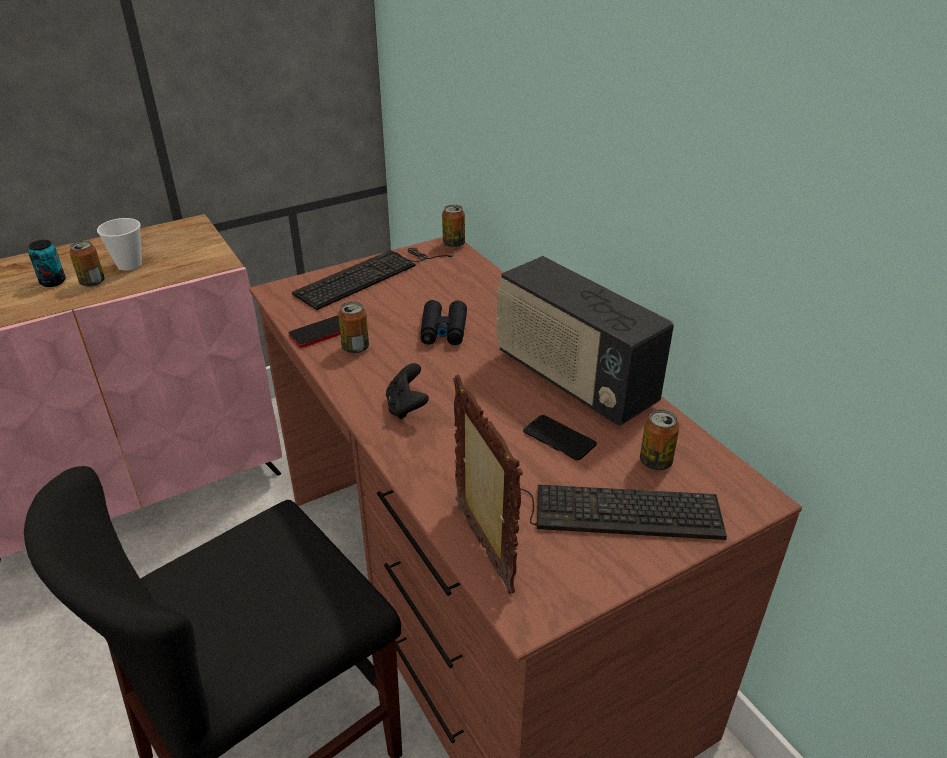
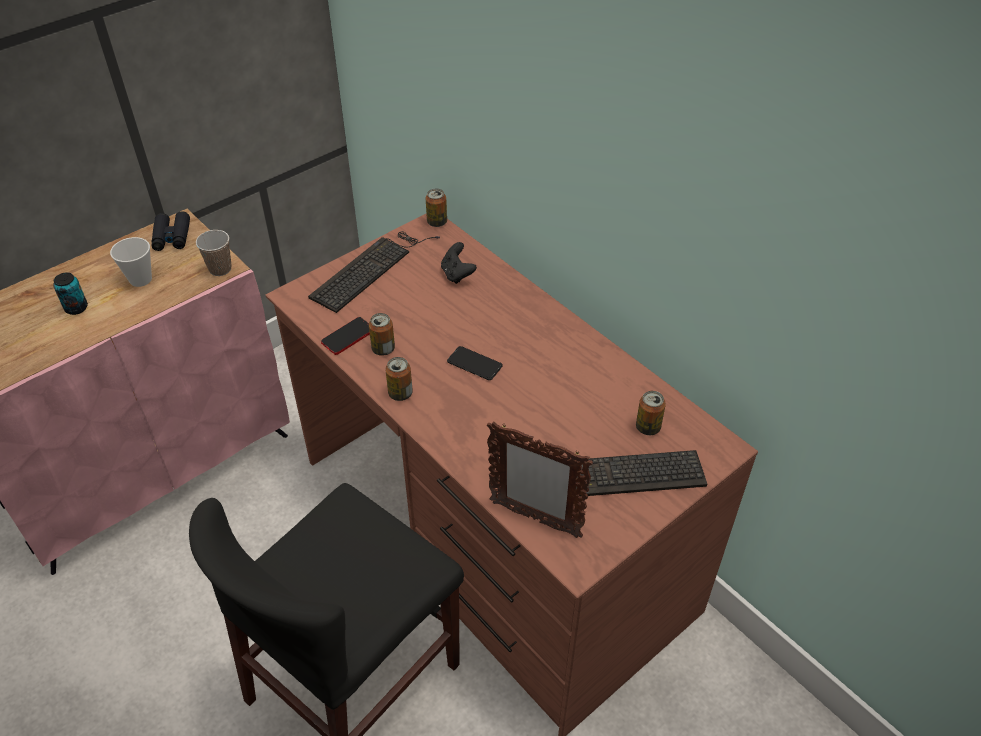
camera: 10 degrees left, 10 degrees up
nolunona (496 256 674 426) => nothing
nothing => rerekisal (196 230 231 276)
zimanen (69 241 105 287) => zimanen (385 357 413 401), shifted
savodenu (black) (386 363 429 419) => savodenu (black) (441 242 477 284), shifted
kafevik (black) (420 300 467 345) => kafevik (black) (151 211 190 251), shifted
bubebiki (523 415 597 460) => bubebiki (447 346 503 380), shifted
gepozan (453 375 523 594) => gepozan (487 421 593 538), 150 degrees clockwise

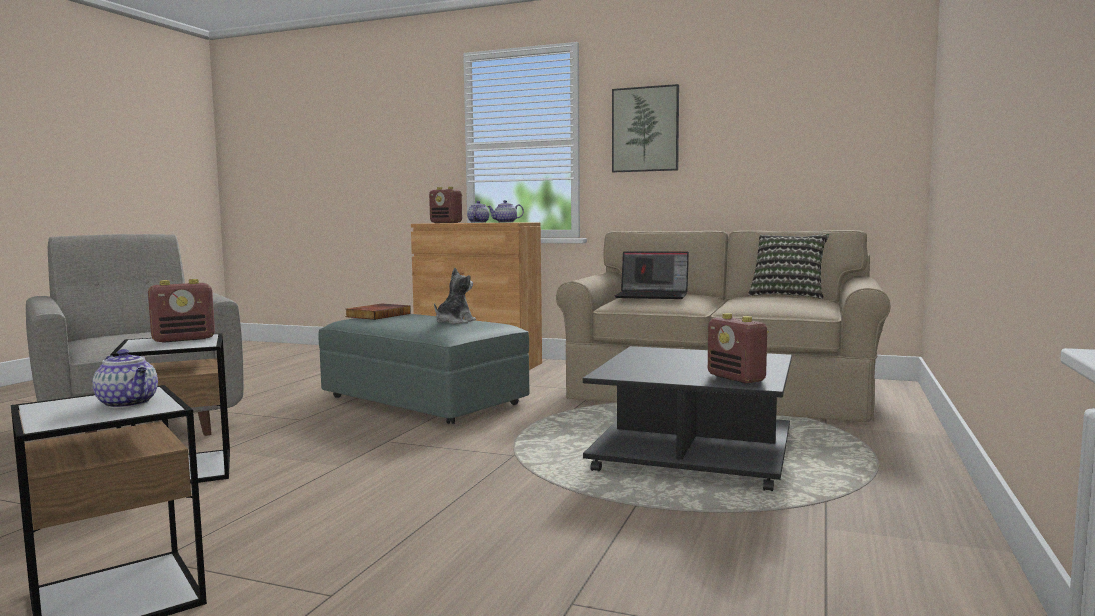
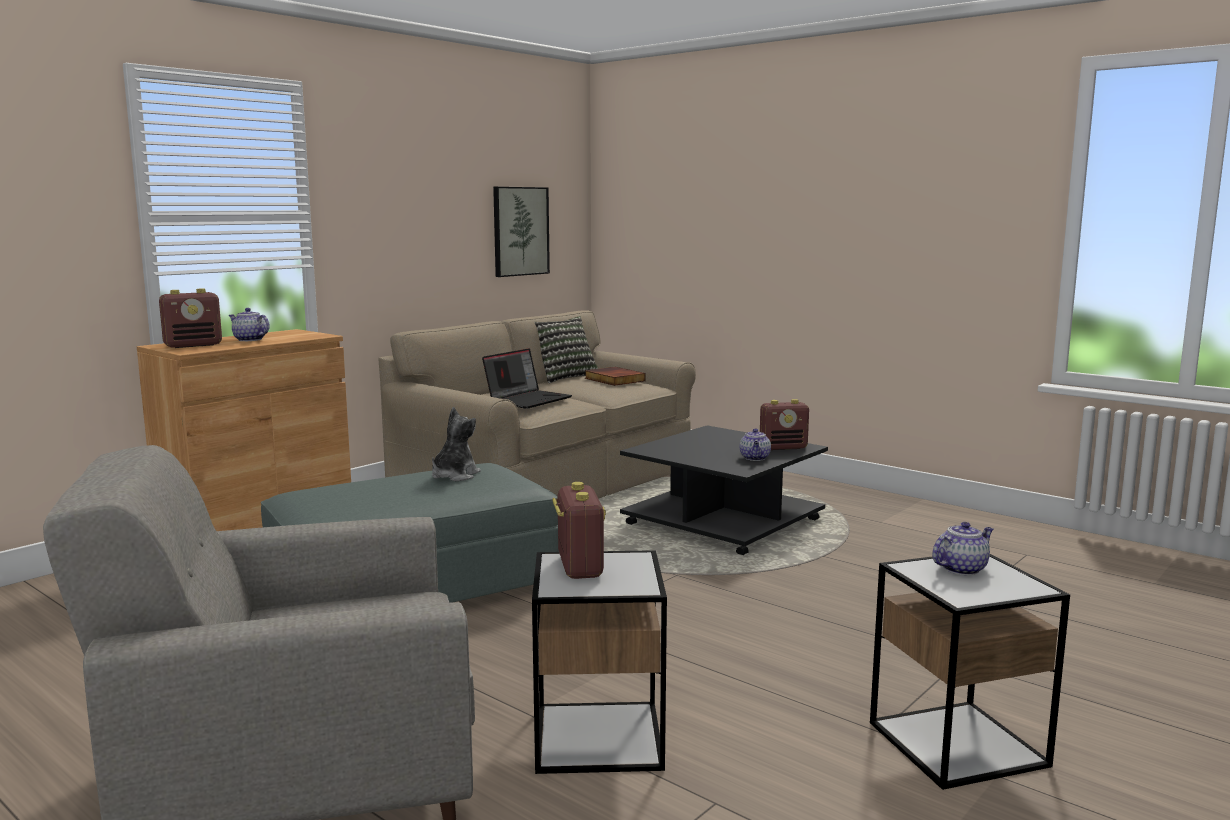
camera: 70 degrees left, 5 degrees up
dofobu (345 304 411 320) => dofobu (585 367 646 386), shifted
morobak (487 200 524 223) => morobak (739 429 771 461), shifted
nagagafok (612 84 679 173) => nagagafok (493 187 550 277), shifted
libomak (434 268 476 324) => libomak (432 407 481 481), 60 degrees clockwise

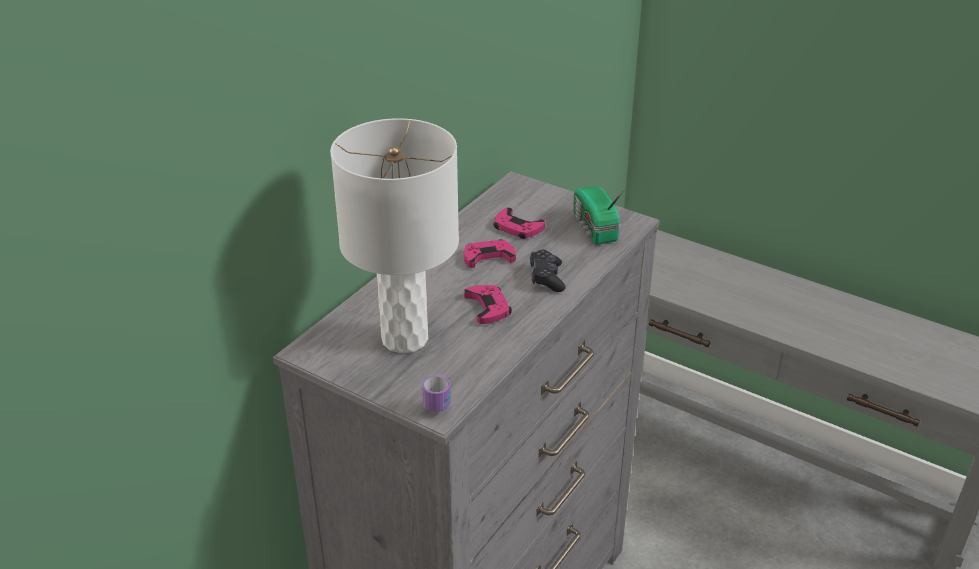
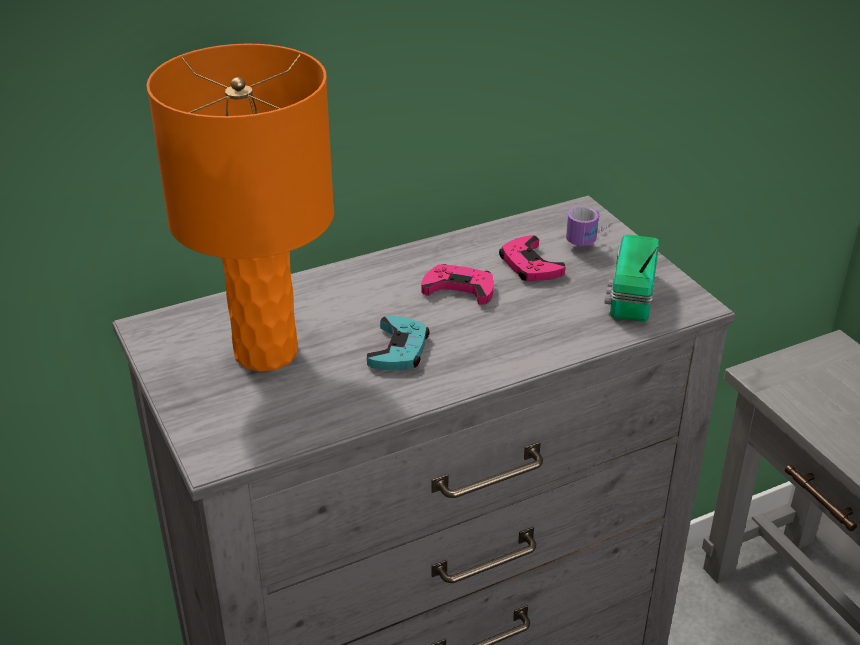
camera: 30 degrees right, 0 degrees up
savodenu (black) (530 250 566 292) => nothing
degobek (422 374 451 412) => degobek (566 207 612 246), shifted
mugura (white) (330 118 459 353) => mugura (orange) (146 44 334 372)
savodenu (pink) (464 285 512 324) => savodenu (turquoise) (367 316 430 370)

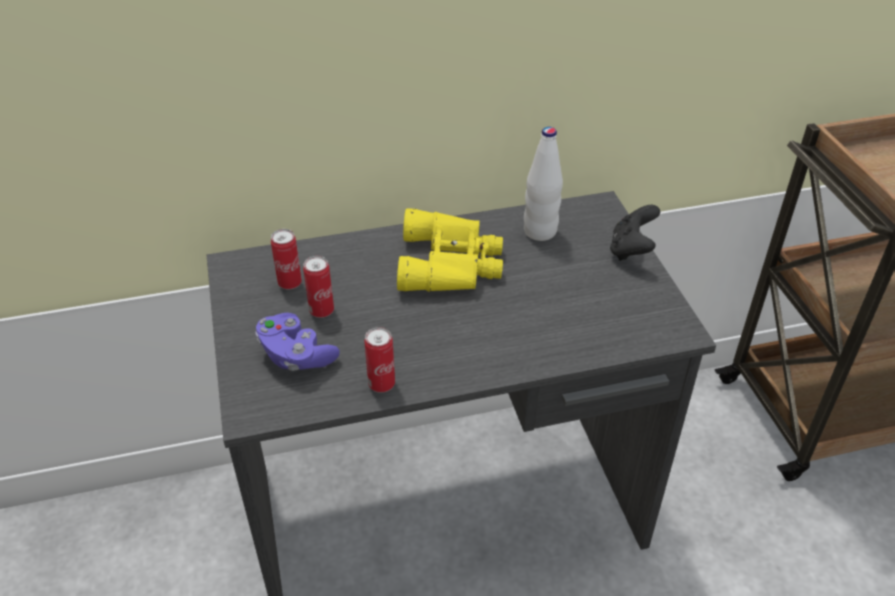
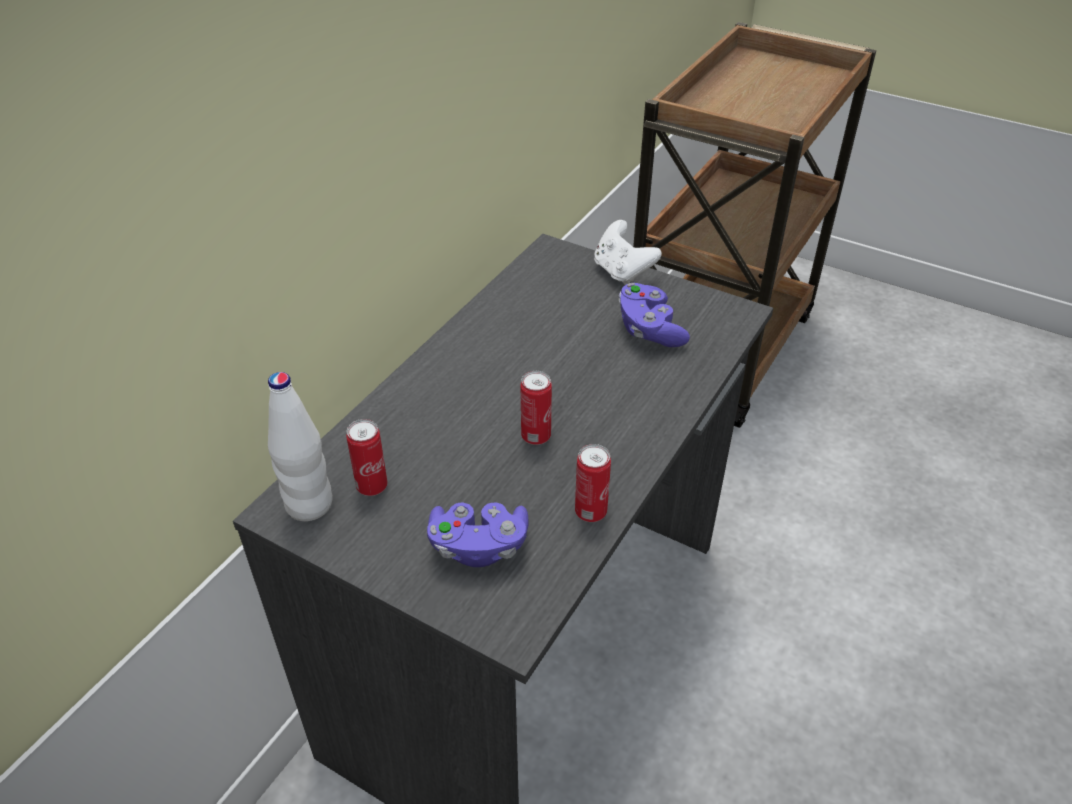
camera: 45 degrees left, 0 degrees up
kafevik (yellow) (397 208 503 292) => nothing
nothing => savodenu (purple) (619 283 690 347)
zimanen (303 256 334 318) => zimanen (521 371 552 445), shifted
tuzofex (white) (524 127 563 241) => tuzofex (white) (268 372 332 521), shifted
savodenu (black) (610 205 660 261) => savodenu (white) (594 220 662 285)

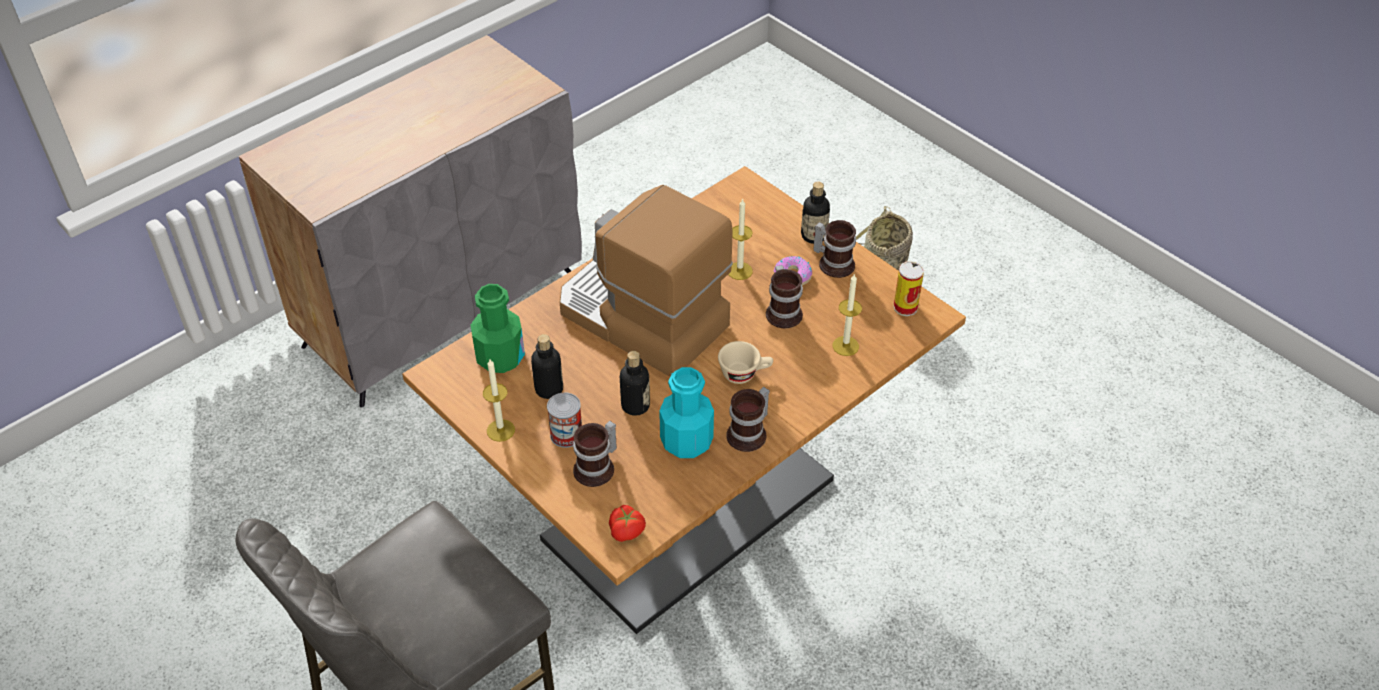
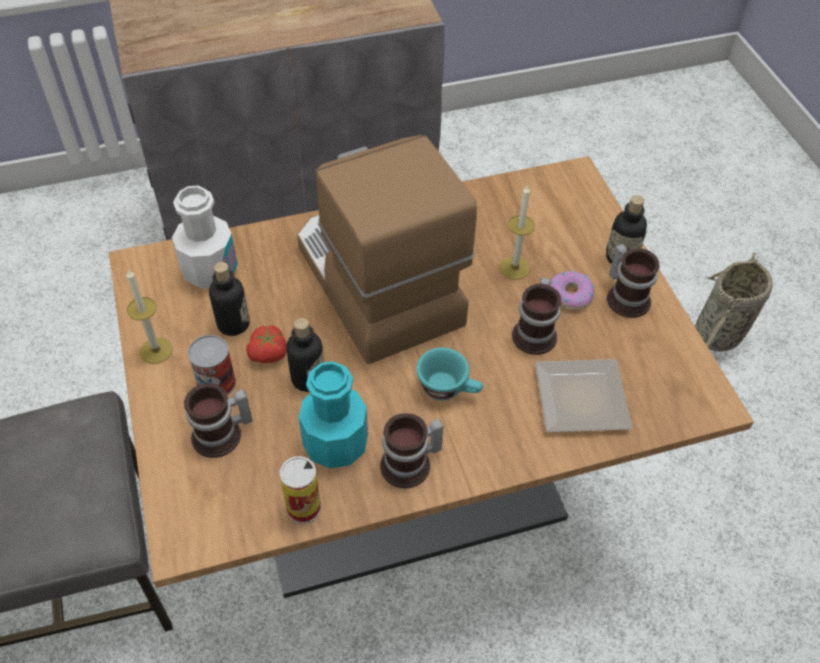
camera: 25 degrees right, 5 degrees up
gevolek (609 505 646 542) => gevolek (246 325 287 363), shifted
zimanen (893 261 924 316) => zimanen (280 456 321 524), shifted
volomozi (832 273 862 356) => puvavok (535 359 632 432)
tuzofex (green) (470 284 525 373) => tuzofex (white) (172 186 238 289)
rerekisal (beige) (718 341 773 384) => rerekisal (turquoise) (416 348 483 401)

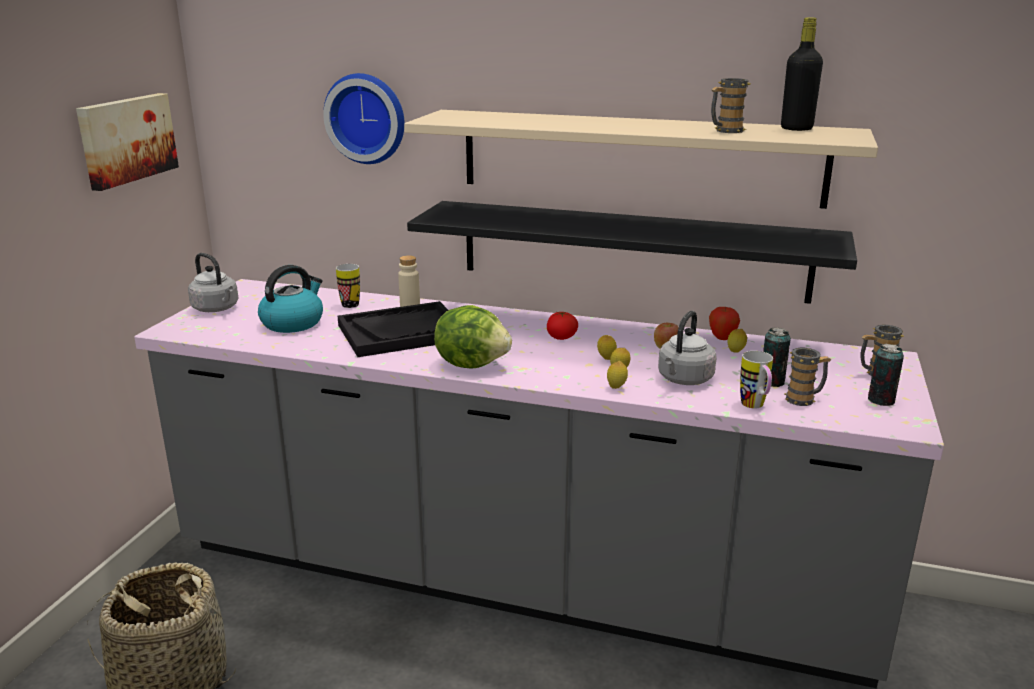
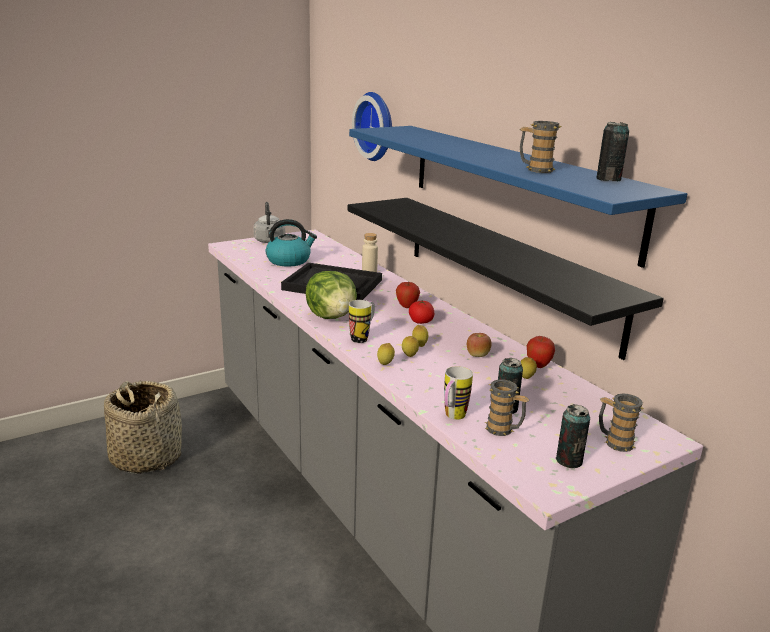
camera: 40 degrees right, 0 degrees up
nagagafok (76 93 179 191) => nothing
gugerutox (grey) (658 311 717 385) => nothing
nothing => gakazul (396 282 420 308)
degobek (336 264 360 308) => degobek (349 300 375 343), shifted
tuzofex (black) (781 17 823 131) => zimanen (596 122 629 181)
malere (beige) (404 110 878 209) => malere (blue) (349 126 687 268)

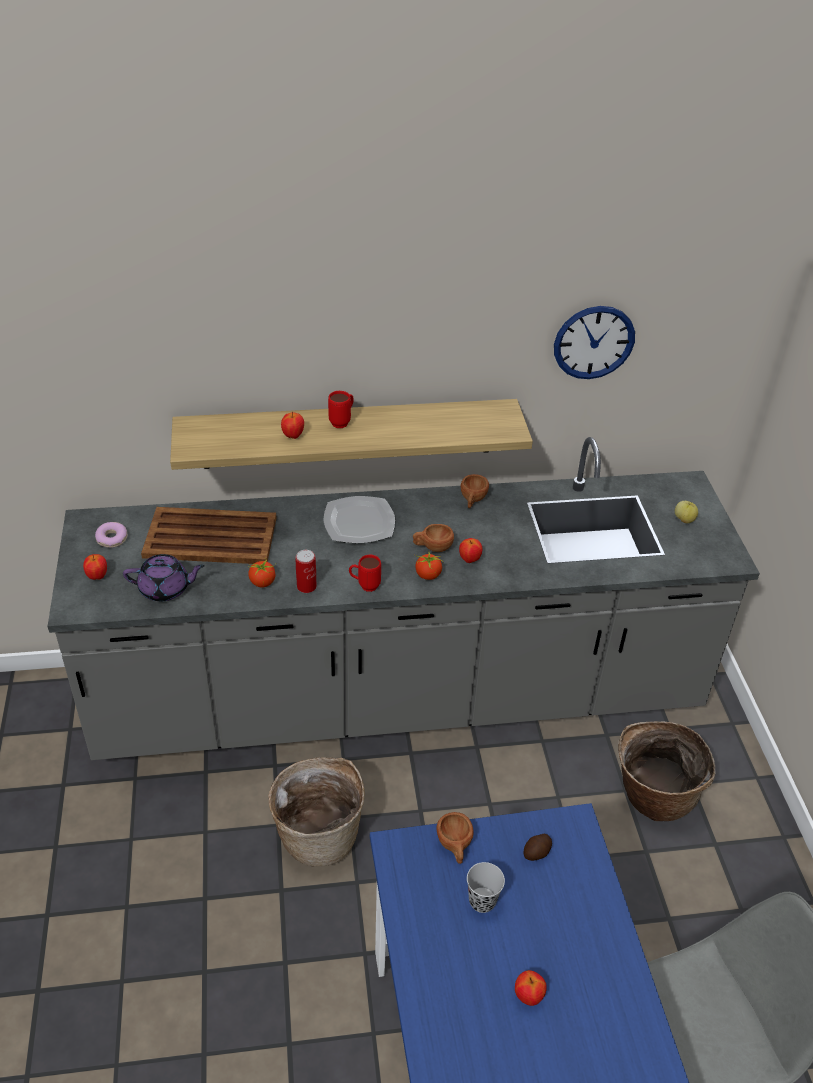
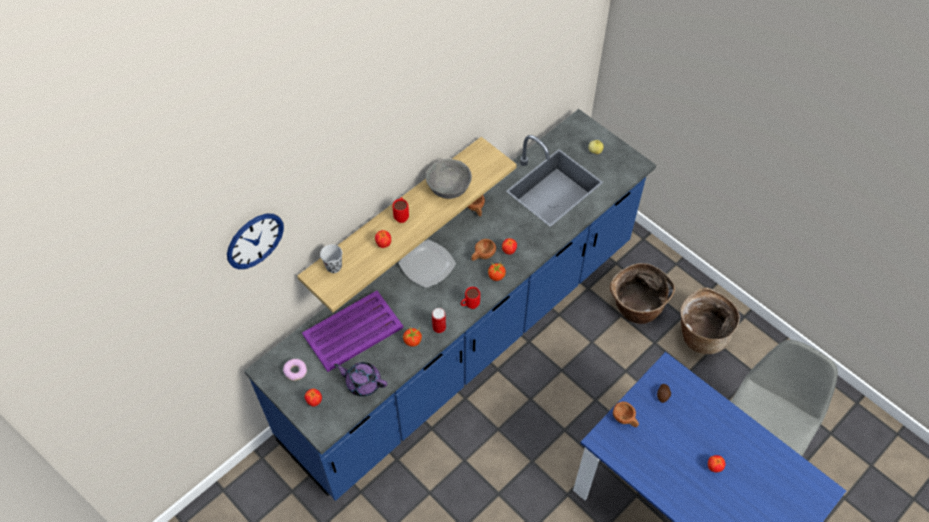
camera: 35 degrees left, 15 degrees up
nothing => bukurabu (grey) (426 159 472 199)
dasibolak (268 757 364 867) => dasibolak (681 287 740 354), shifted
rerekisal (black) (467 862 505 913) => rerekisal (black) (320 244 342 273), shifted
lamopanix (554 306 635 379) => lamopanix (227 214 284 269), shifted
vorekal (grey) (48 437 760 760) => vorekal (blue) (244 109 656 501)
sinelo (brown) (141 507 276 564) => sinelo (purple) (302 290 403 372)
morobak (purple) (123 554 205 601) => morobak (purple) (334 362 387 396), 120 degrees counterclockwise

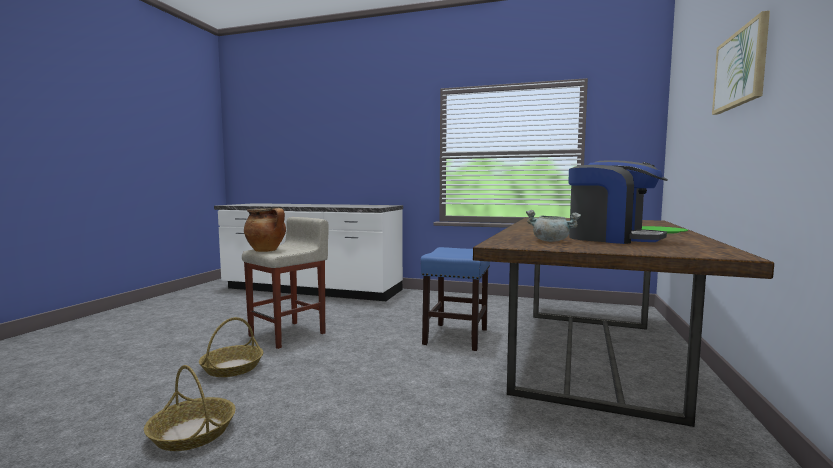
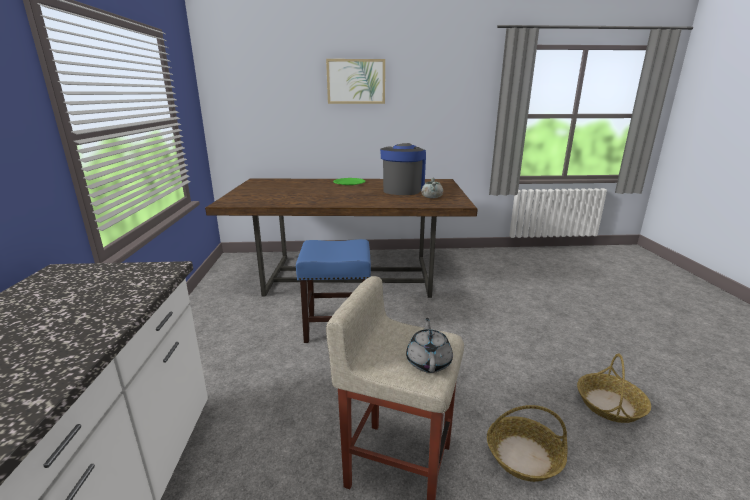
camera: 110 degrees left, 15 degrees up
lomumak (244 208 286 252) => morobak (grey) (406 318 453 373)

